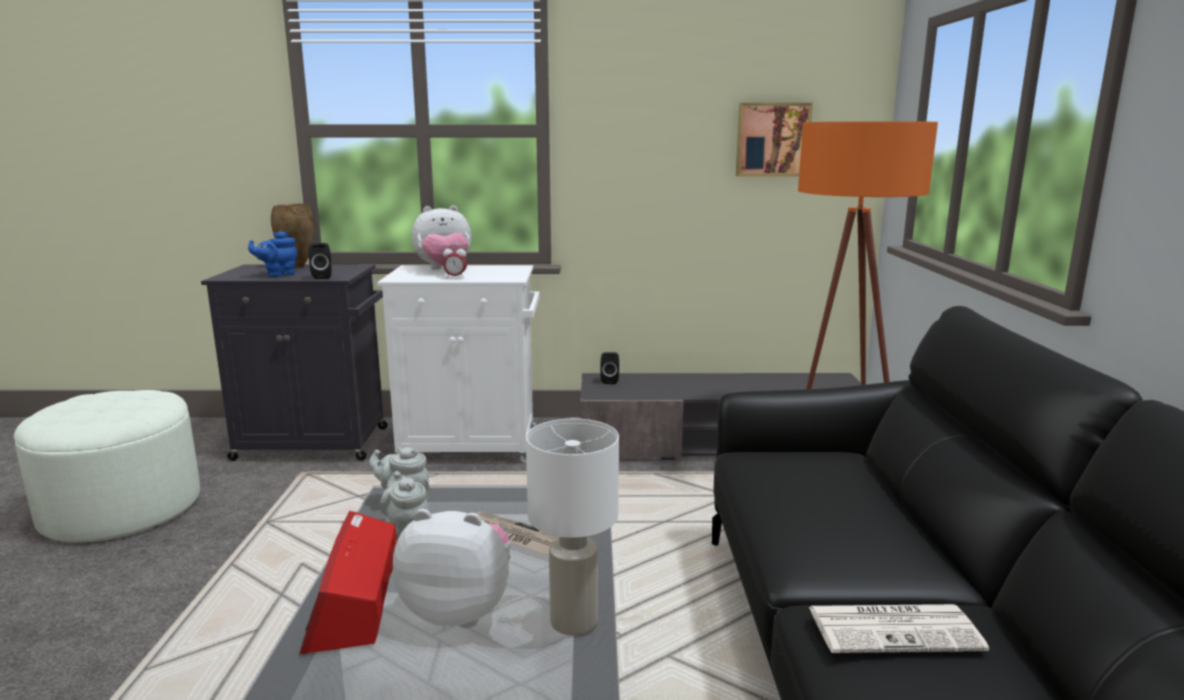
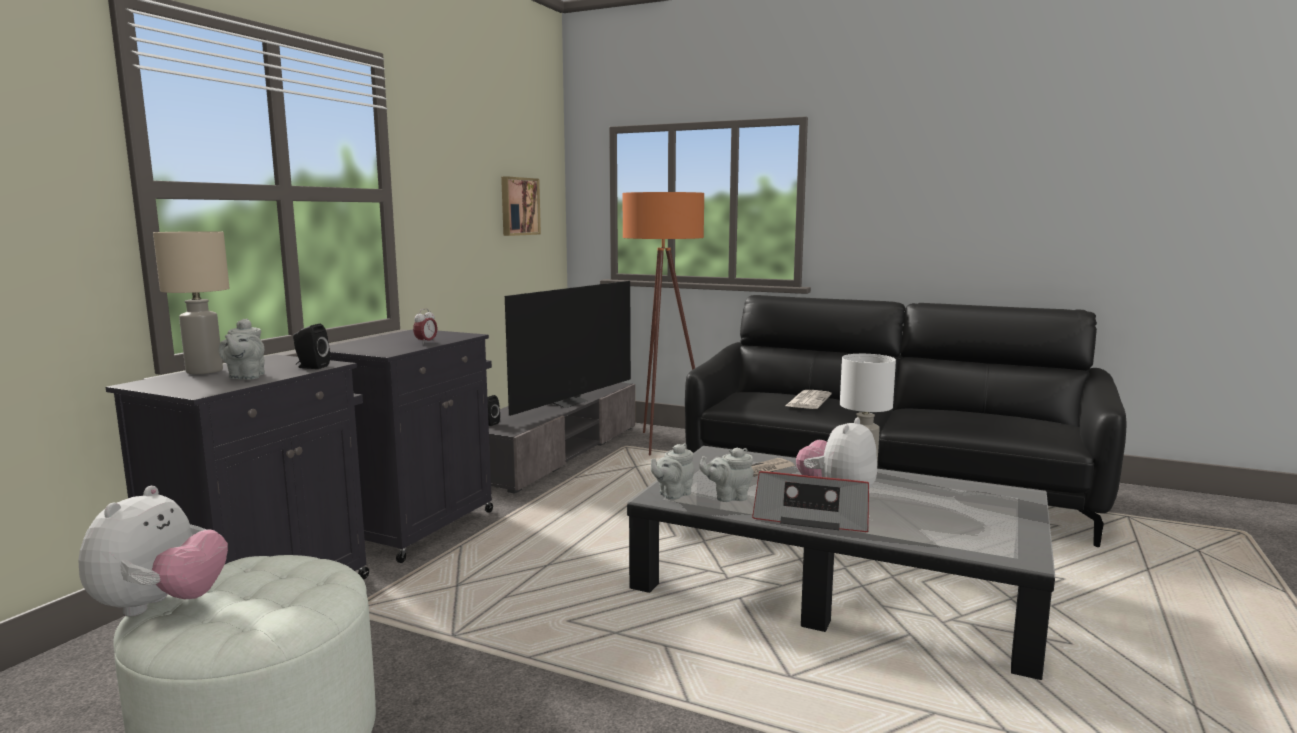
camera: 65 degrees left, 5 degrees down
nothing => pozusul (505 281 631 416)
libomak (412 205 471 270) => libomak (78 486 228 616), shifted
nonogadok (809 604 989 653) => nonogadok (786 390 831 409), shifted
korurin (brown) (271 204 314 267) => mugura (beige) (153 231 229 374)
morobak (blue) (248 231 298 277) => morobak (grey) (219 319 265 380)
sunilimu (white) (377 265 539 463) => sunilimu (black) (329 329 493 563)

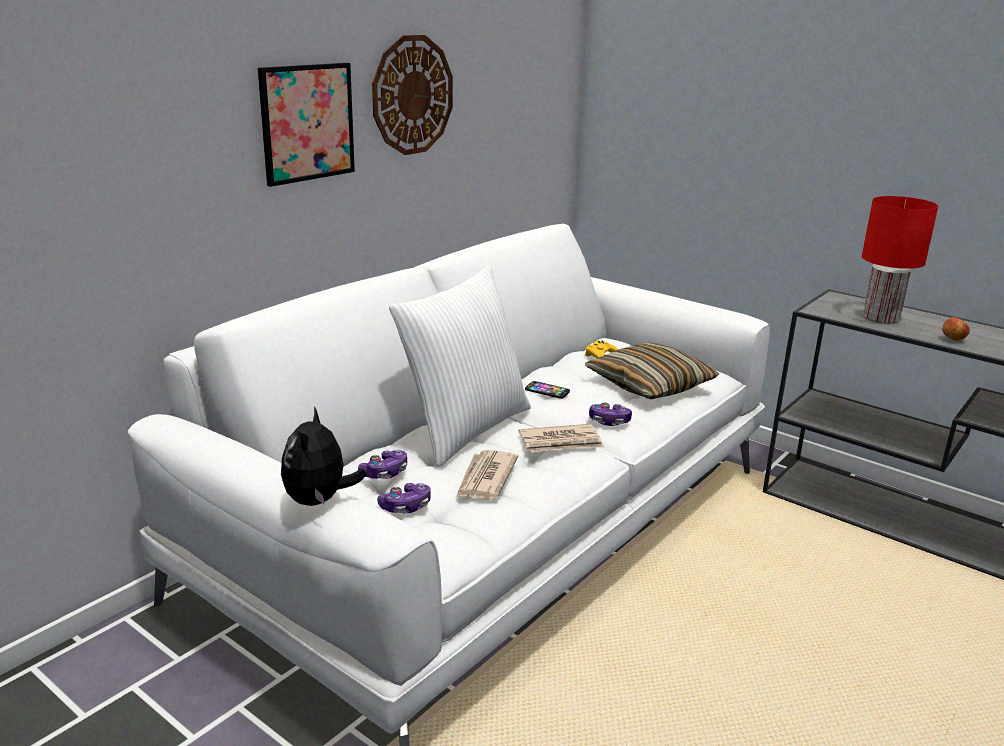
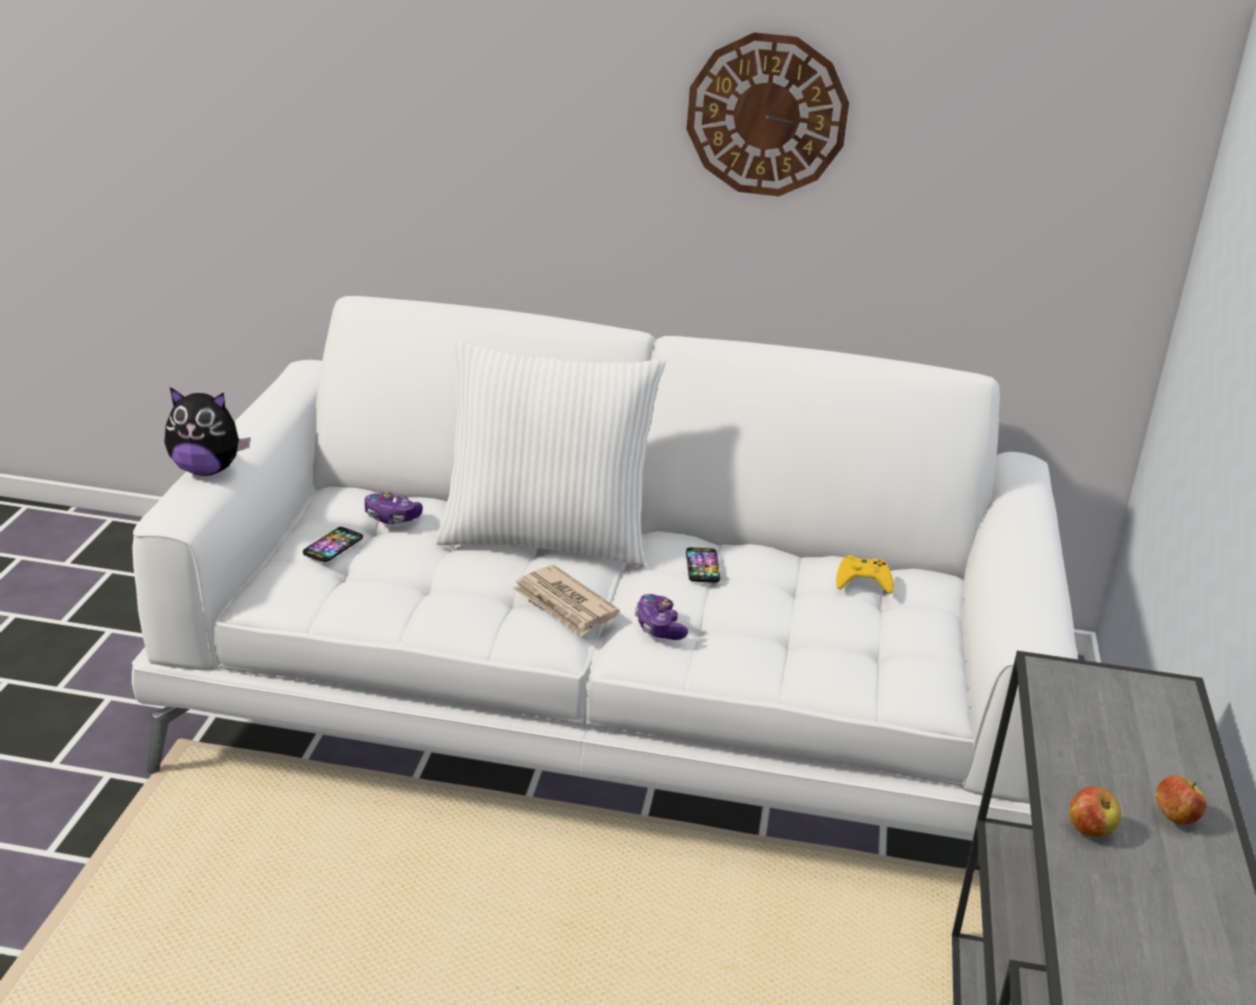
camera: 60 degrees right, 5 degrees up
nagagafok (258 63 355 187) => nothing
nonogadok (456 450 518 499) => nothing
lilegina (585 343 719 399) => nothing
mugura (red) (862 196 938 324) => nothing
nothing => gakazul (1155 775 1207 825)
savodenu (377 483 431 514) => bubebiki (303 527 363 562)
libomak (281 406 366 506) => libomak (164 387 251 476), 150 degrees counterclockwise

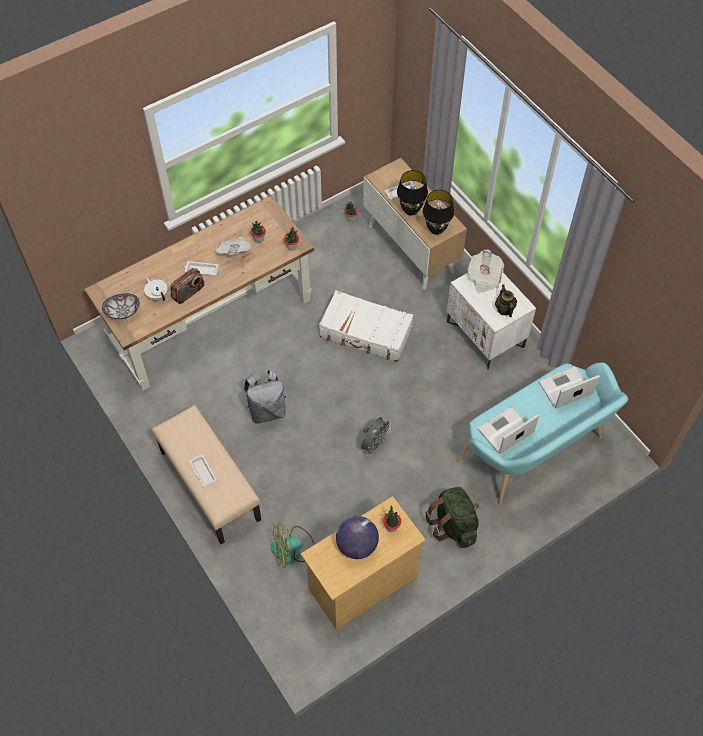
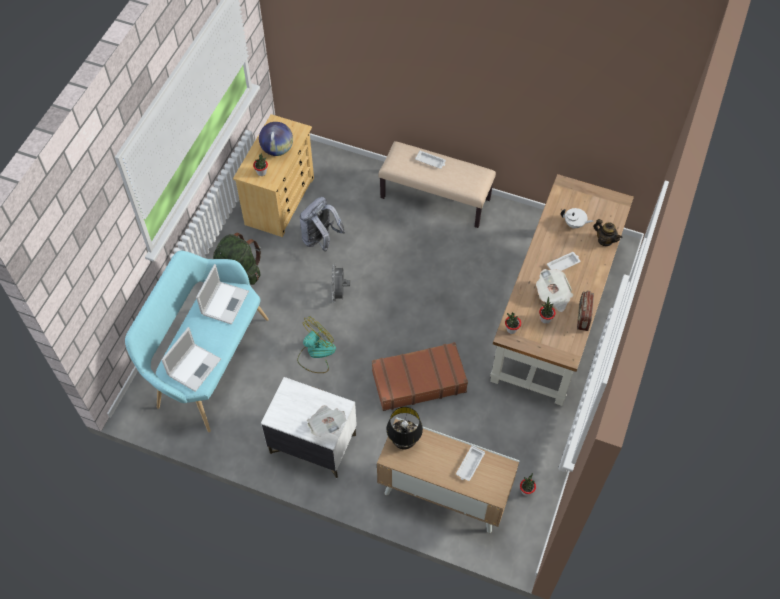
camera: 145 degrees right, 0 degrees up
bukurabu (102 293 140 319) => nothing
mugura (black) (397 170 428 215) => nothing
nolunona (170 268 205 304) => nolunona (577 291 594 331), shifted
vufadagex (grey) (244 370 286 424) => vufadagex (grey) (300 197 346 252), shifted
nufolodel (271 523 315 568) => nufolodel (297 316 336 373), shifted
morobak (495 284 517 317) => morobak (593 219 622 246), shifted
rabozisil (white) (319 290 414 362) => rabozisil (brown) (372 342 468 411)

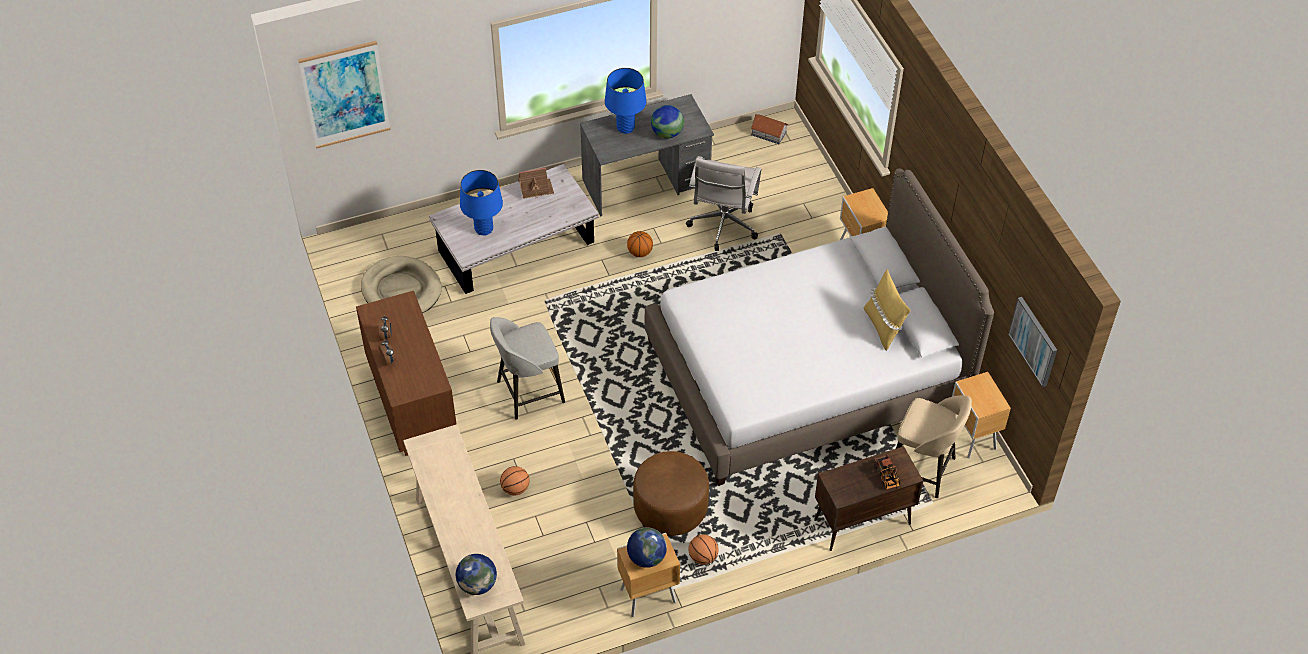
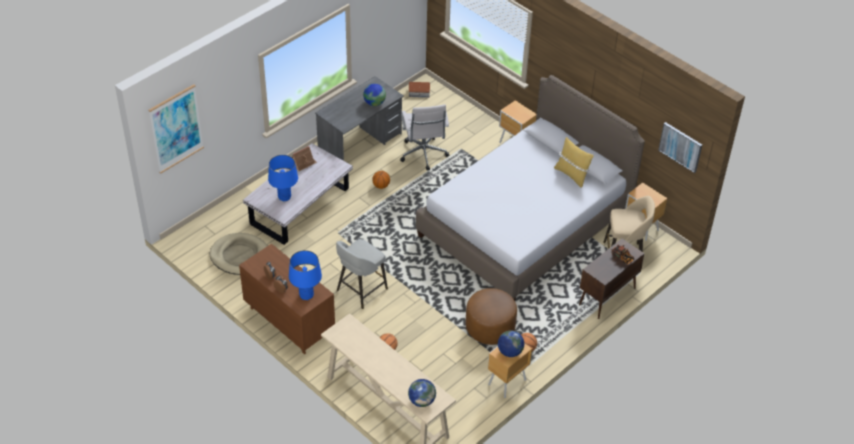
camera: 25 degrees left, 5 degrees down
mugura (blue) (605 68 646 134) => mugura (blue) (289 250 322 300), shifted

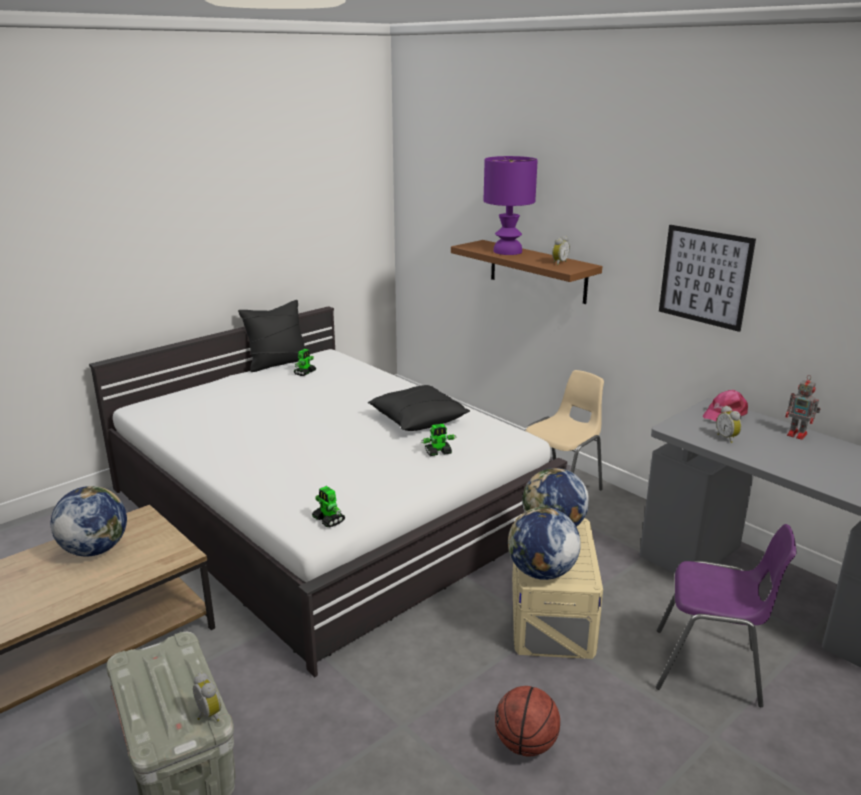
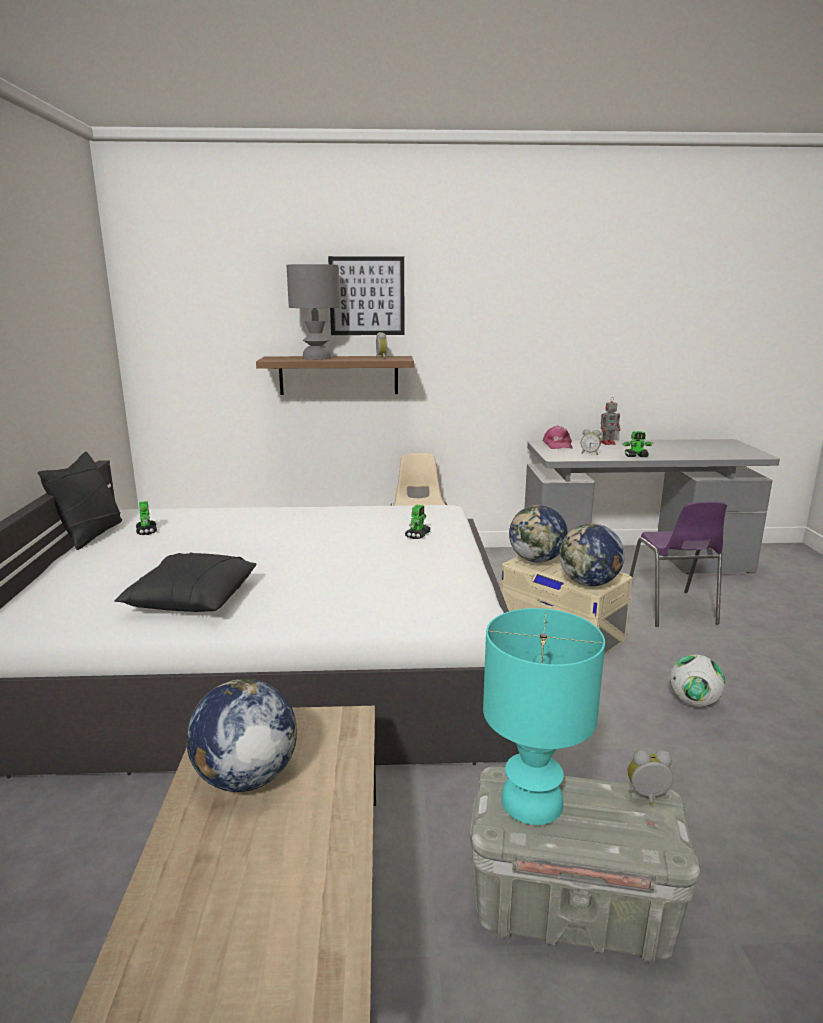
camera: 50 degrees left, 5 degrees down
nothing => mugura (turquoise) (483 608 605 825)
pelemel (312 486 345 528) => pelemel (622 431 654 457), shifted
lilegina (black) (368 385 470 431) => lilegina (black) (114 552 257 612), shifted
nagagafok (659 225 756 332) => nagagafok (328 256 404 335), shifted
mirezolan (495 686 560 757) => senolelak (670 655 725 707)
mugura (purple) (484 156 538 255) => mugura (grey) (286 264 340 360)
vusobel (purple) (656 524 797 707) => vusobel (purple) (630 502 727 627), 120 degrees clockwise

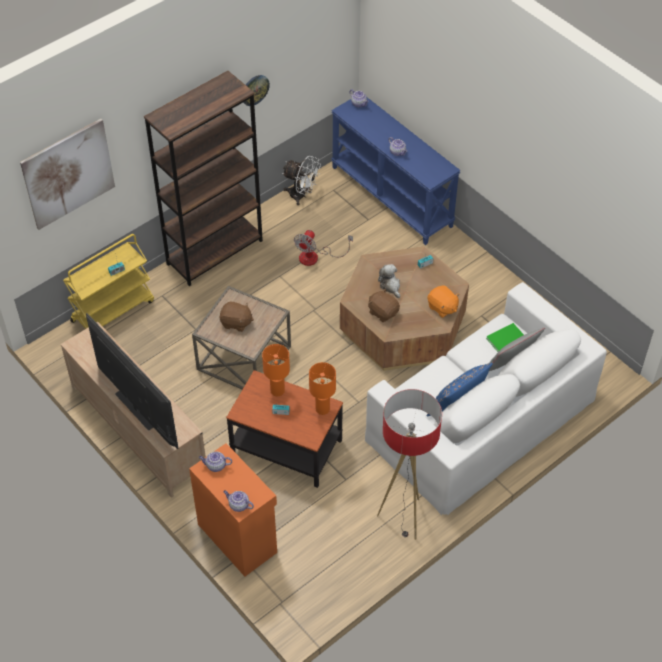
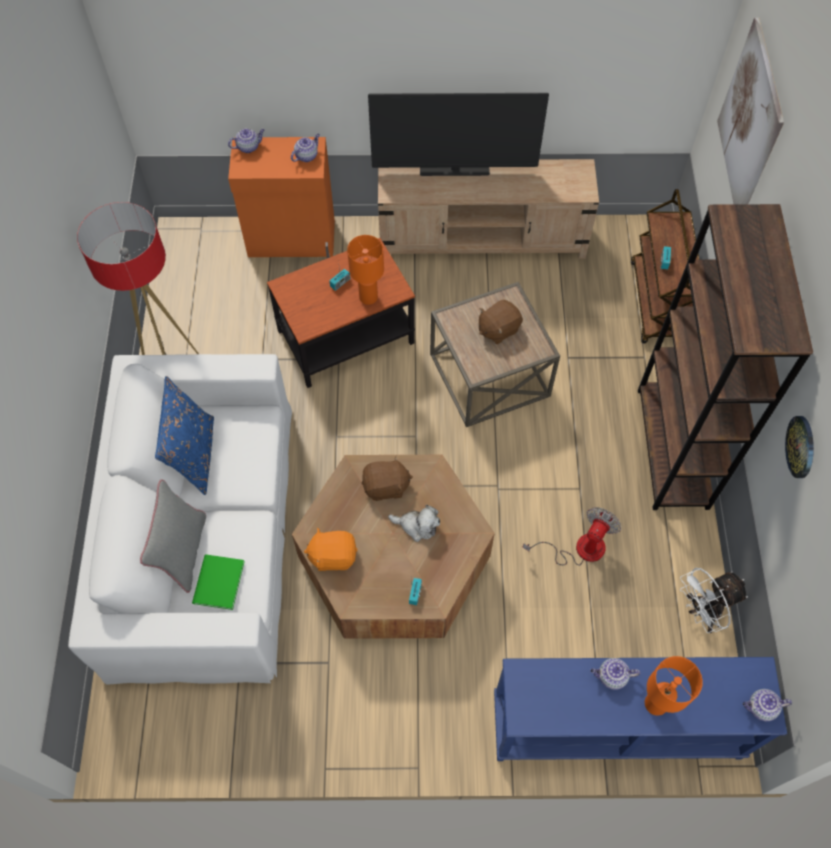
camera: 130 degrees right, 10 degrees up
mugura (orange) (309 362 336 415) => mugura (orange) (645 656 703 716), shifted
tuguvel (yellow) (63 234 154 328) => tuguvel (brown) (631 189 699 343)
nufolodel (294 230 353 266) => nufolodel (522 507 621 566), 60 degrees clockwise

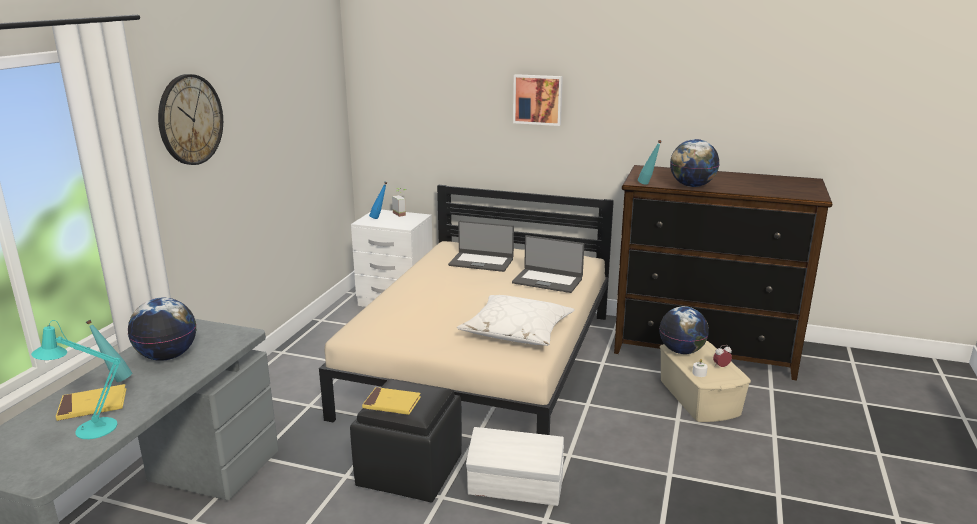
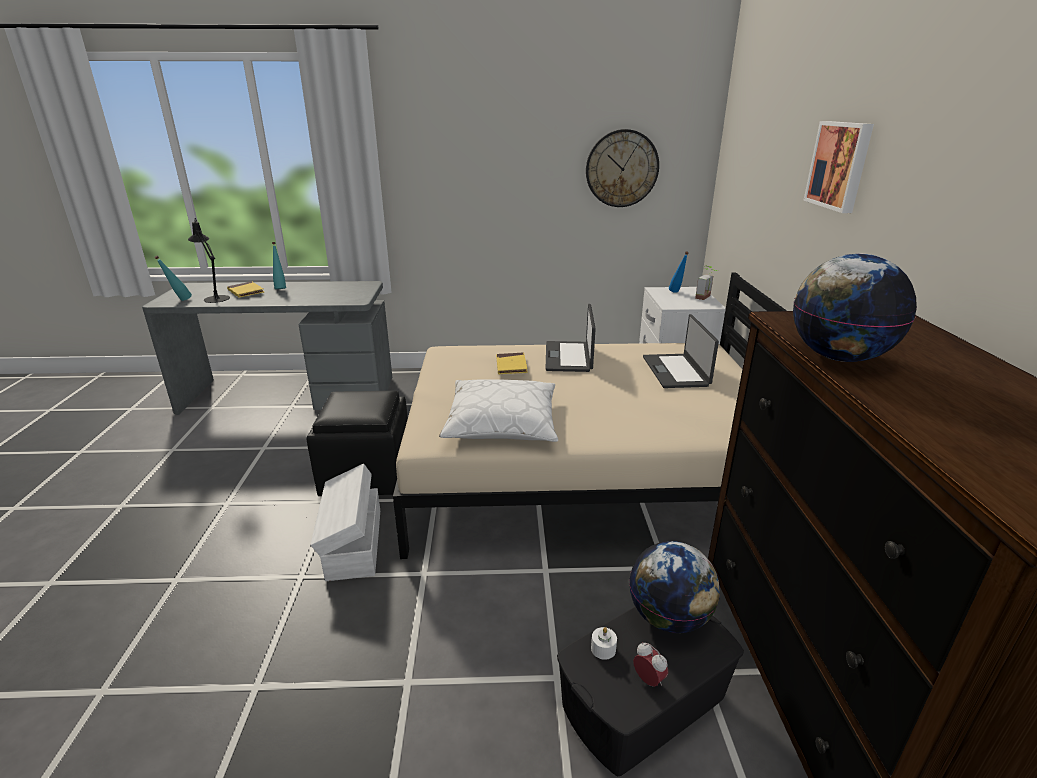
camera: 70 degrees right, 5 degrees up
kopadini (128 298 196 361) => nothing
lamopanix (158 74 223 165) => lamopanix (586 129 659 207), shifted
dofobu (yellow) (362 387 421 415) => dofobu (yellow) (496 352 528 374), shifted
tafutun (512 235 584 293) => tafutun (546 304 596 372), shifted
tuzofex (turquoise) (638 140 662 184) => tuzofex (turquoise) (154 256 192 301), shifted
mugura (turquoise) (31 320 121 439) => mugura (black) (188 218 230 303)
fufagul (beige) (660 341 751 422) => fufagul (black) (557 607 744 776)

